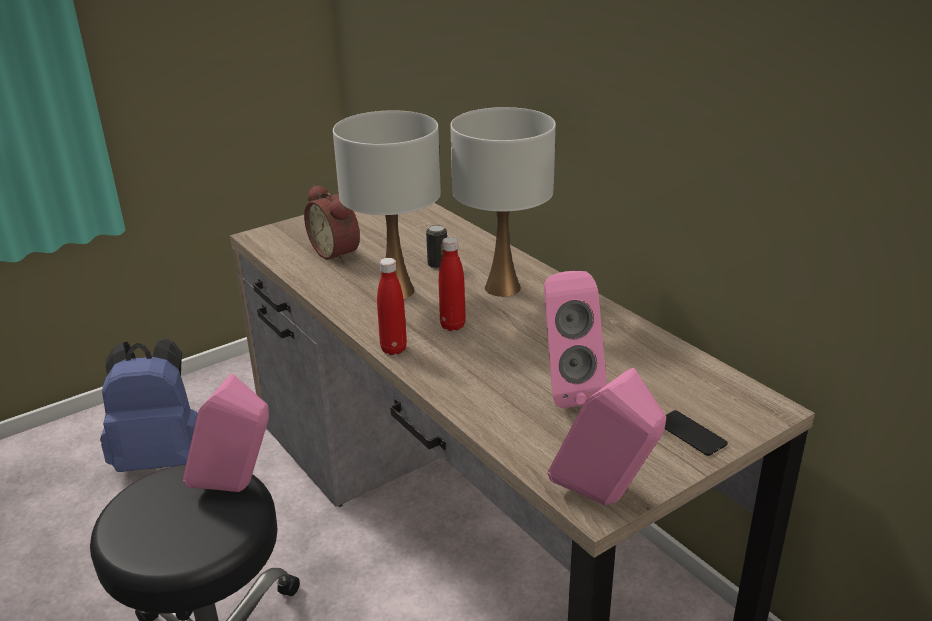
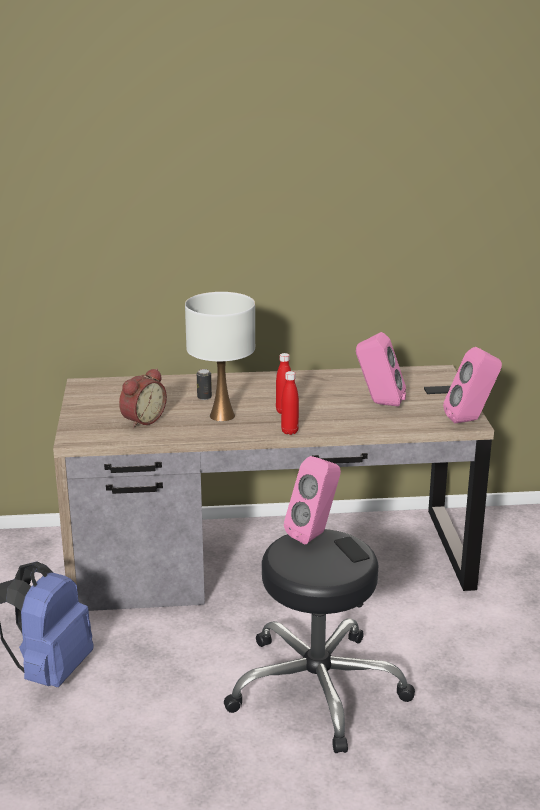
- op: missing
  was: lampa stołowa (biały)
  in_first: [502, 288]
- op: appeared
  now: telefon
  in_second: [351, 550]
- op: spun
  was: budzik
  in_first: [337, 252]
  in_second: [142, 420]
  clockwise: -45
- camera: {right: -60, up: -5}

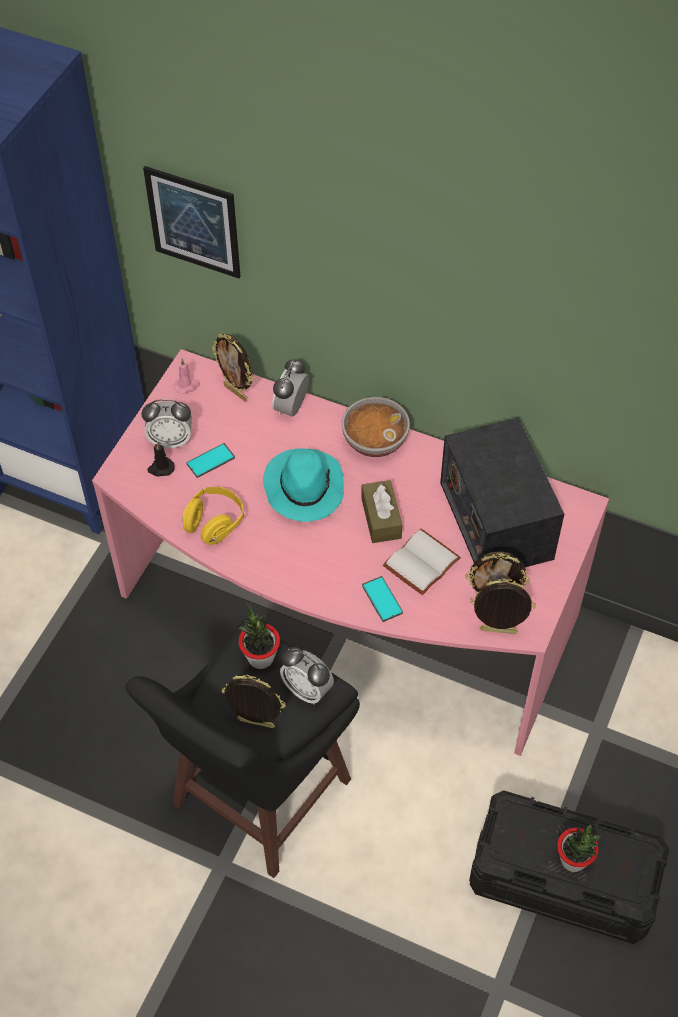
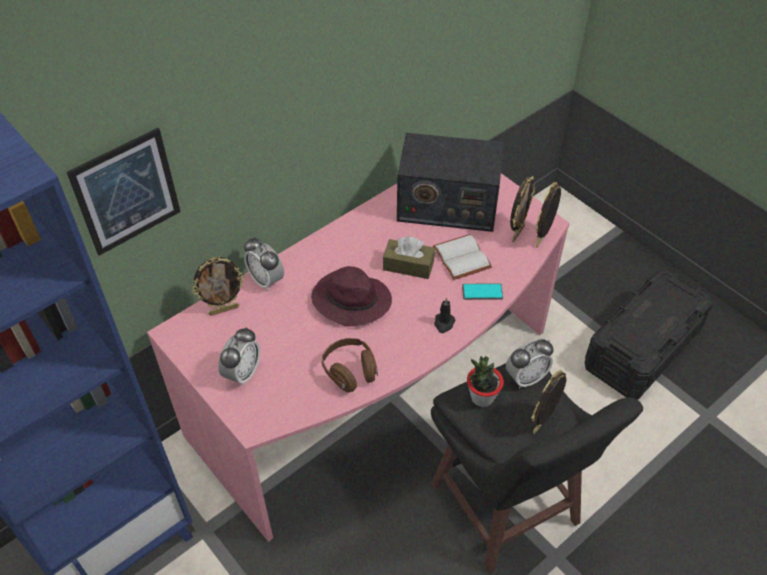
- op: missing
  was: świeca (różowy)
  in_first: [187, 385]
- op: missing
  was: telefon
  in_first: [210, 460]
- op: missing
  was: miska
  in_first: [374, 440]
- op: missing
  was: roślina doniczkowa
  in_first: [573, 860]
- op: relocated
  was: świeca (czarny)
  in_first: [161, 468]
  in_second: [444, 323]
- op: colour
  was: słuchawki (żółty)
  now: słuchawki (brązowy)
  in_first: [214, 523]
  in_second: [350, 372]
- op: colour
  was: kapelusz (turkusowy)
  now: kapelusz (fioletowy)
  in_first: [303, 487]
  in_second: [350, 301]
- camera: {right: -65, up: -5}

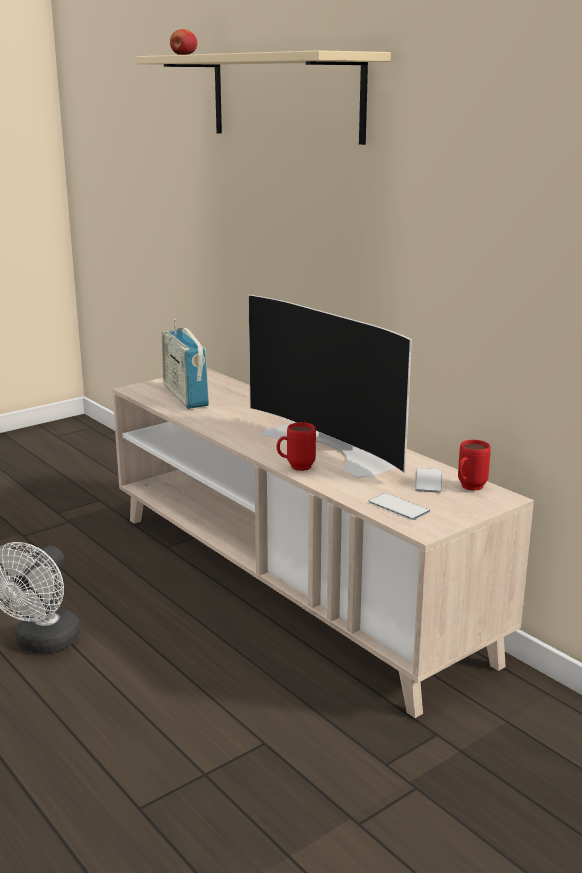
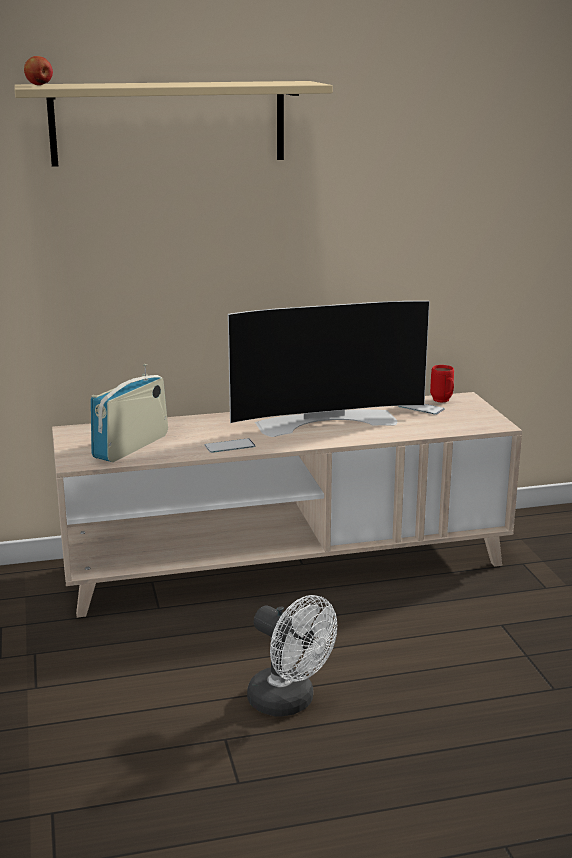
- op: missing
  was: kubek (czerwony)
  in_first: [295, 468]
- op: relocated
  was: telefon
  in_first: [398, 507]
  in_second: [230, 446]
- op: spun
  was: radio
  in_first: [185, 396]
  in_second: [131, 446]
  clockwise: 120
- camera: {right: -65, up: 0}

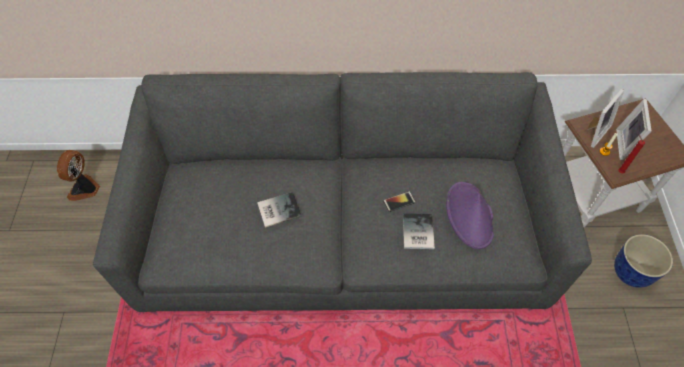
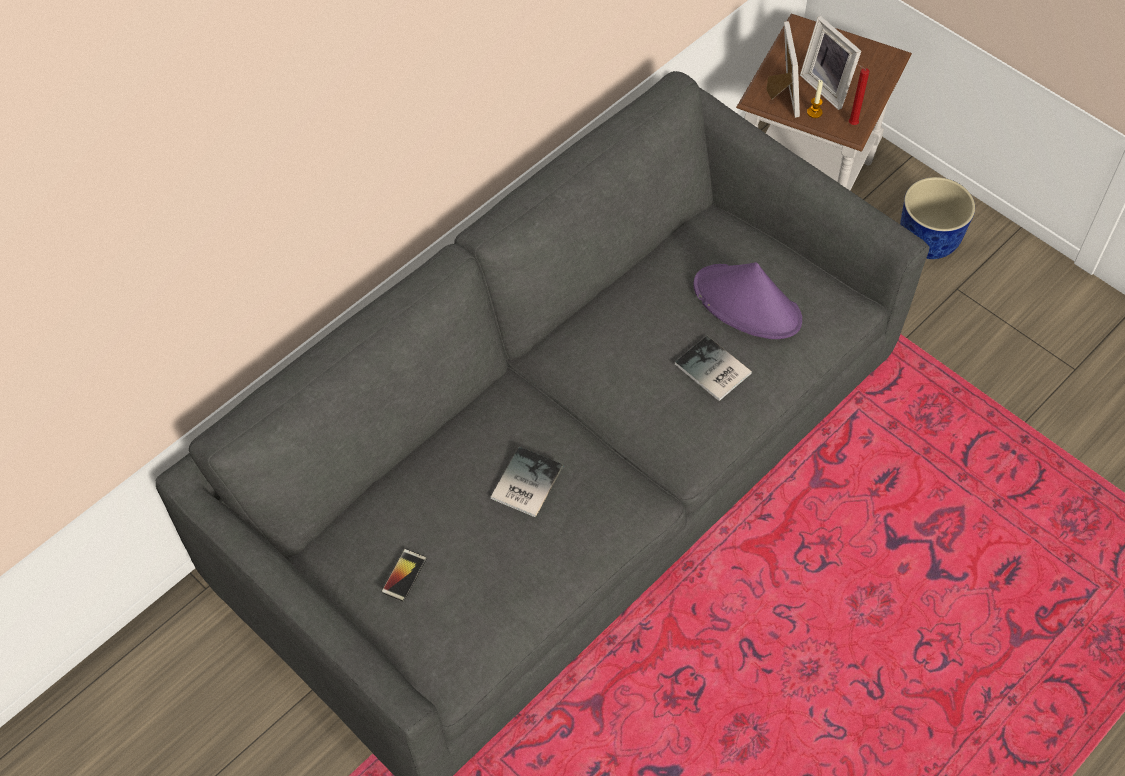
- op: missing
  was: wentylator
  in_first: [85, 189]
- op: relocated
  was: telefon
  in_first: [399, 201]
  in_second: [404, 575]
- camera: {right: -45, up: 0}

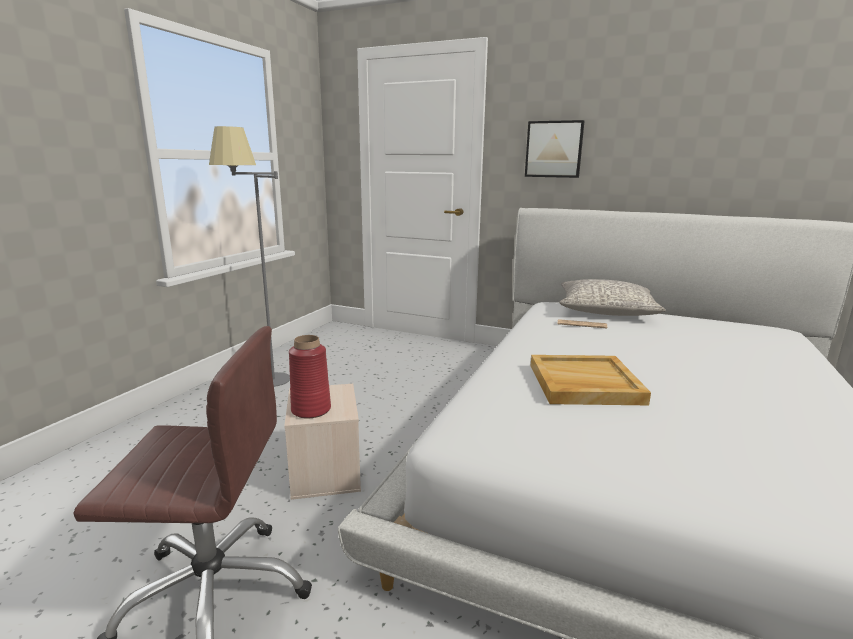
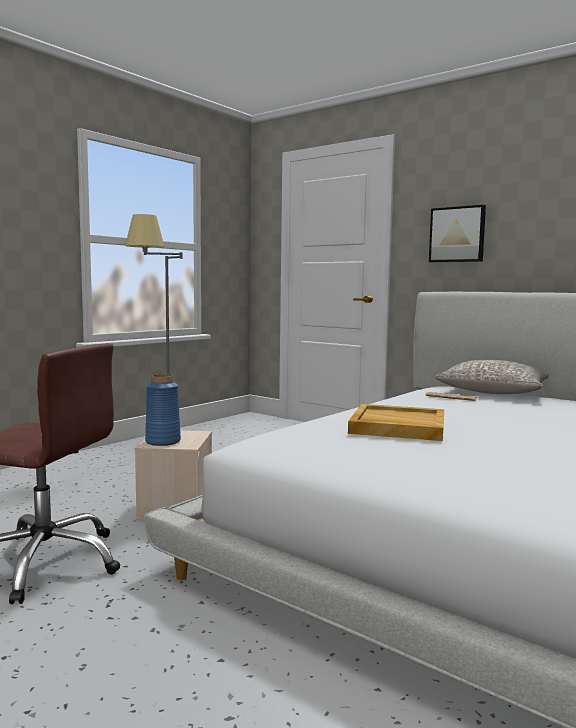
- op: colour
  was: wazon (czerwony)
  now: wazon (niebieski)
  in_first: [310, 410]
  in_second: [162, 441]
- camera: {right: 15, up: -10}

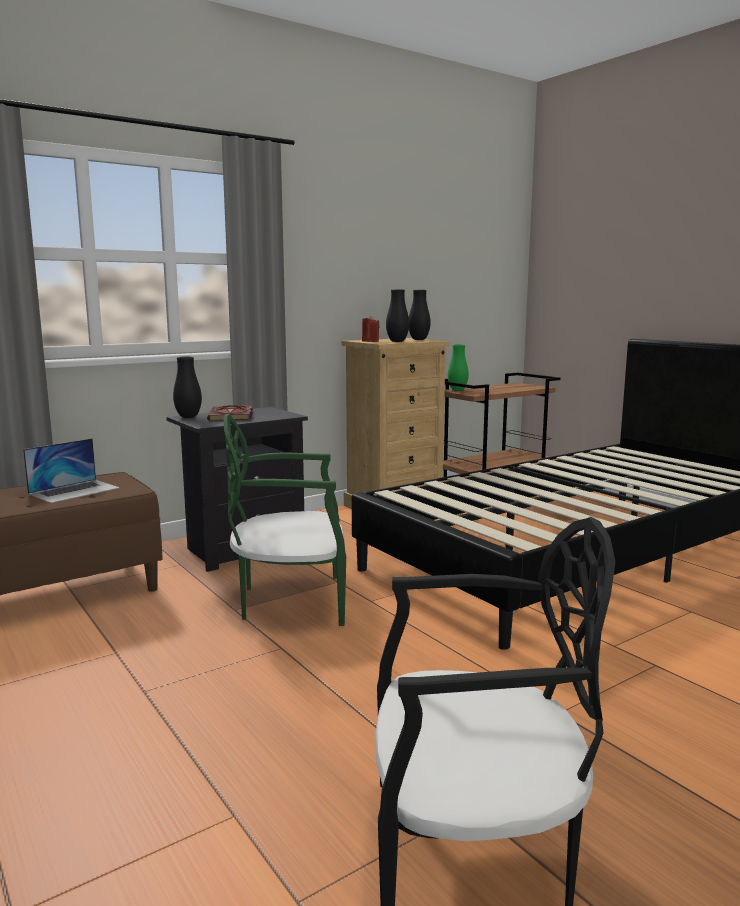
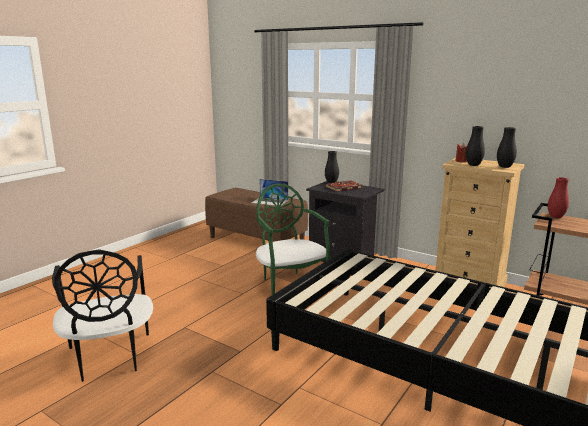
- op: colour
  was: wazon (zielony)
  now: wazon (czerwony)
  in_first: [457, 390]
  in_second: [555, 217]
- camera: {right: 70, up: 5}

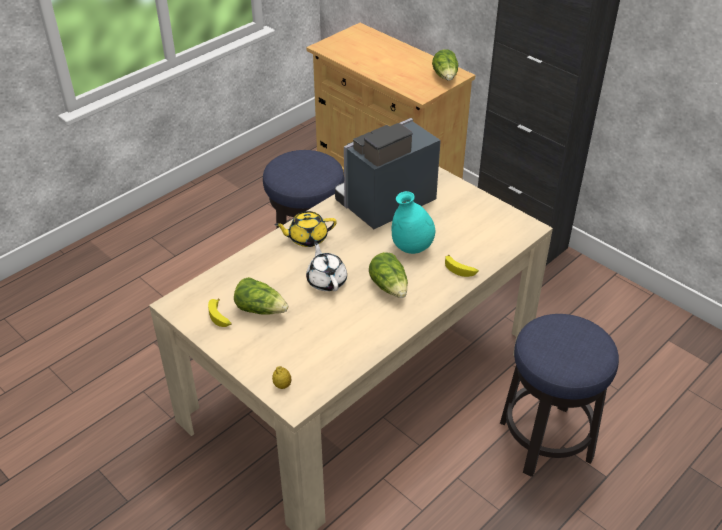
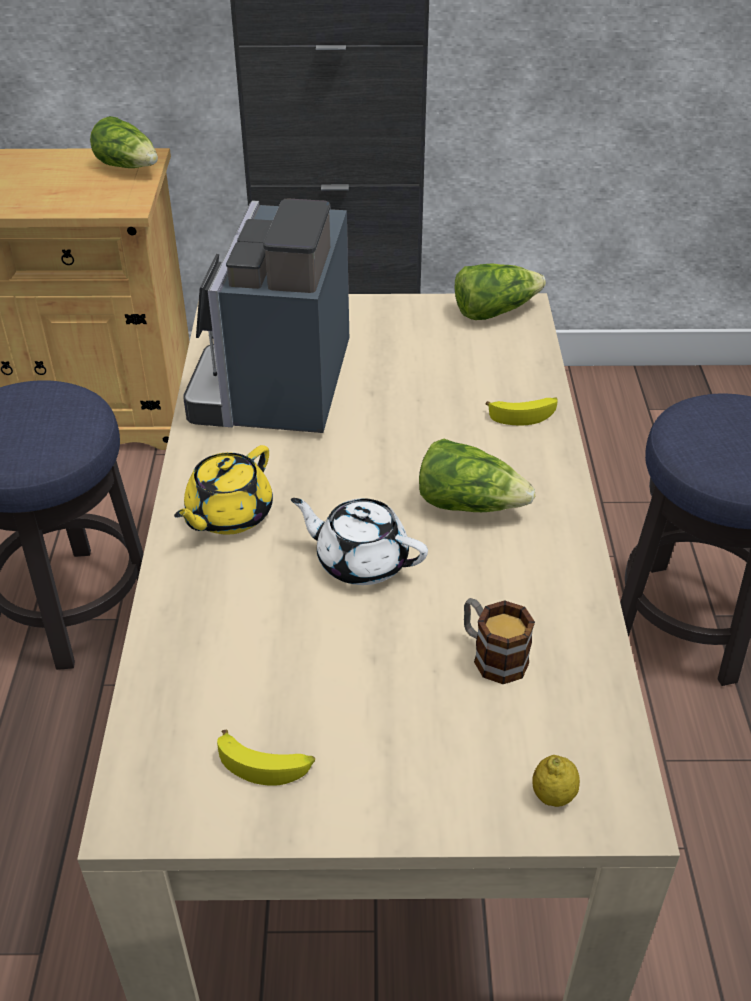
- op: missing
  was: wazon (turkusowy)
  in_first: [412, 248]
- op: appeared
  now: kubek
  in_second: [492, 655]
- op: relocated
  was: sałata
  in_first: [261, 309]
  in_second: [494, 311]
- camera: {right: -45, up: 0}

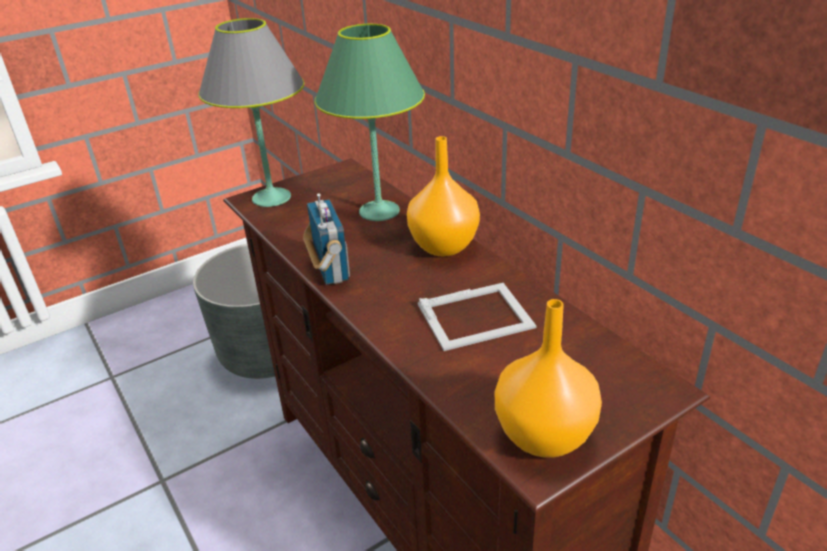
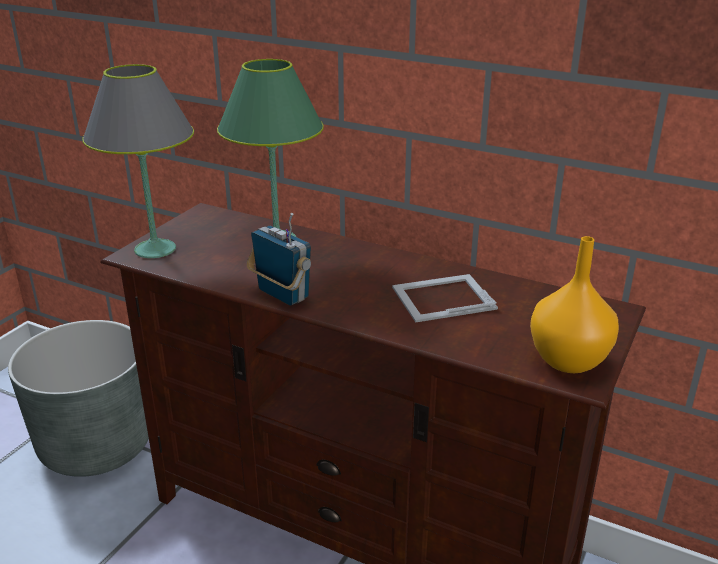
- op: missing
  was: wazon (pomarańczowy)
  in_first: [444, 245]
- op: spun
  was: ramka na zdjęcie
  in_first: [477, 316]
  in_second: [442, 297]
  clockwise: -150
- camera: {right: -30, up: -5}

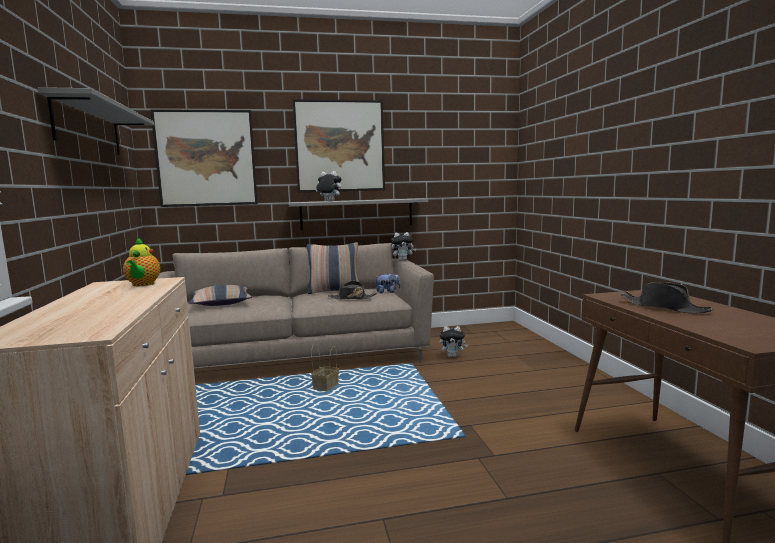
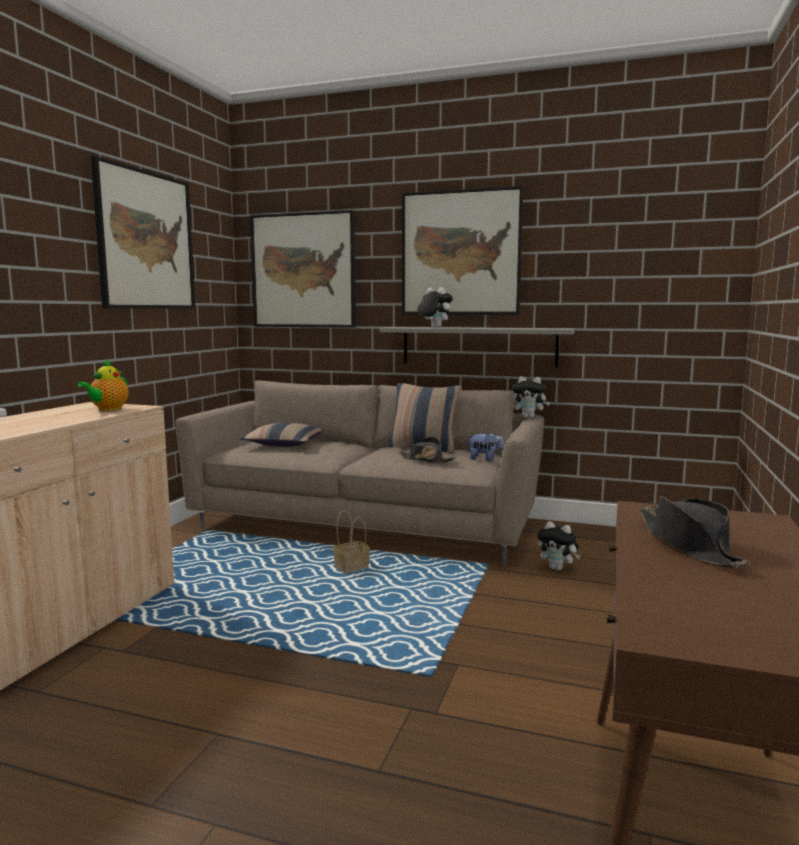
- op: exchanged
  was: półka (szary)
  now: obraz
  in_first: [88, 128]
  in_second: [145, 240]
- camera: {right: 30, up: 0}

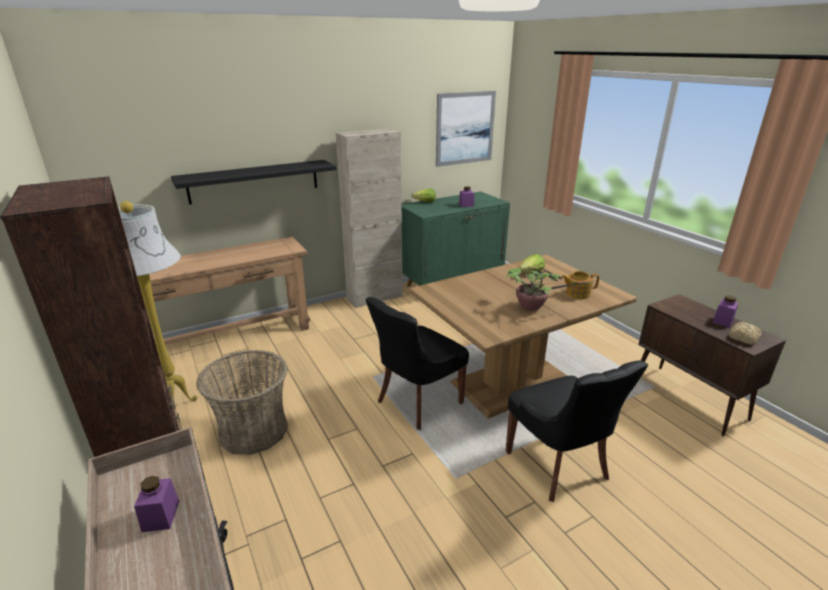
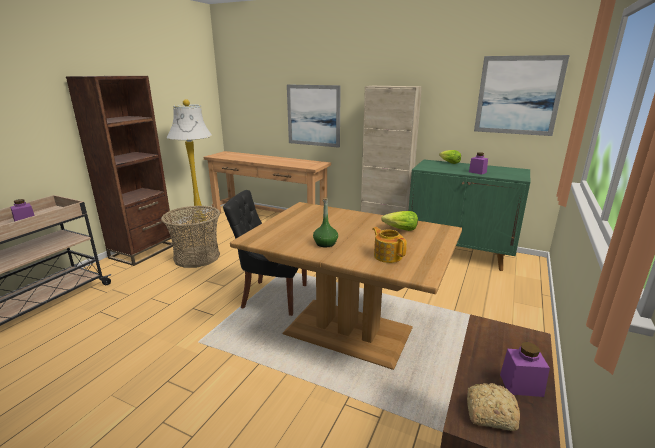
- op: missing
  was: krzesło (czarny)
  in_first: [559, 466]
- op: exchanged
  was: półka (czarny)
  now: obraz
  in_first: [254, 181]
  in_second: [313, 115]
- op: exchanged
  was: roślina doniczkowa
  now: butelka (zielony)
  in_first: [532, 307]
  in_second: [325, 243]
- camera: {right: 55, up: -5}

